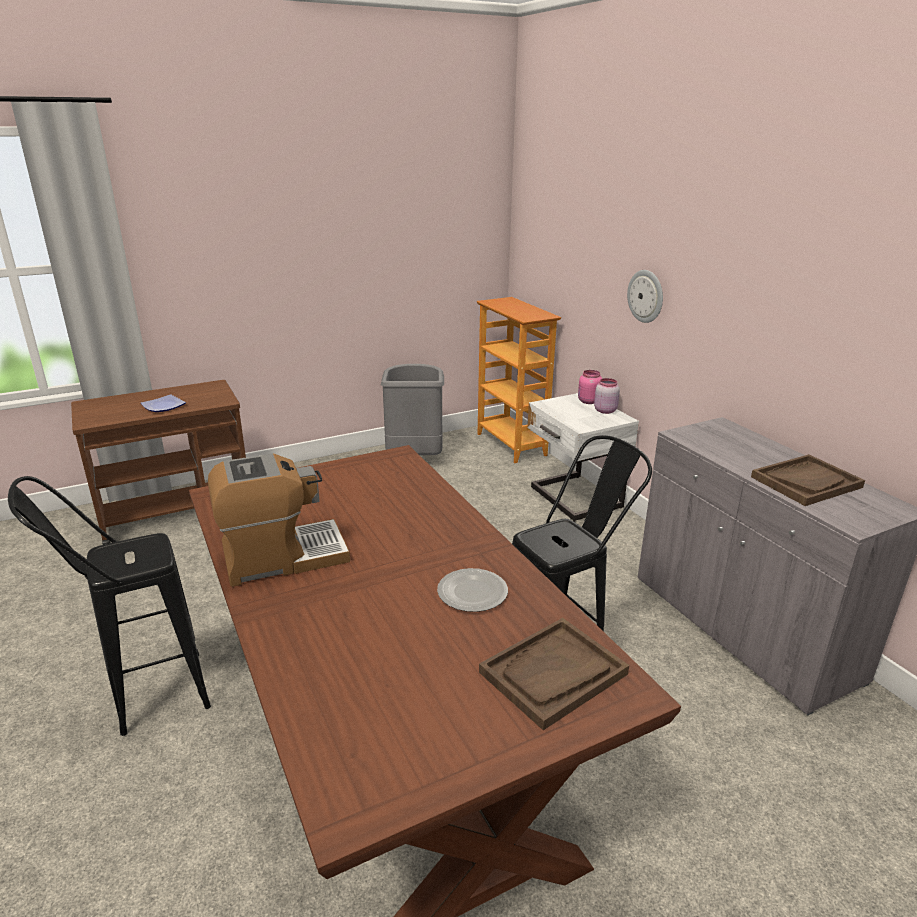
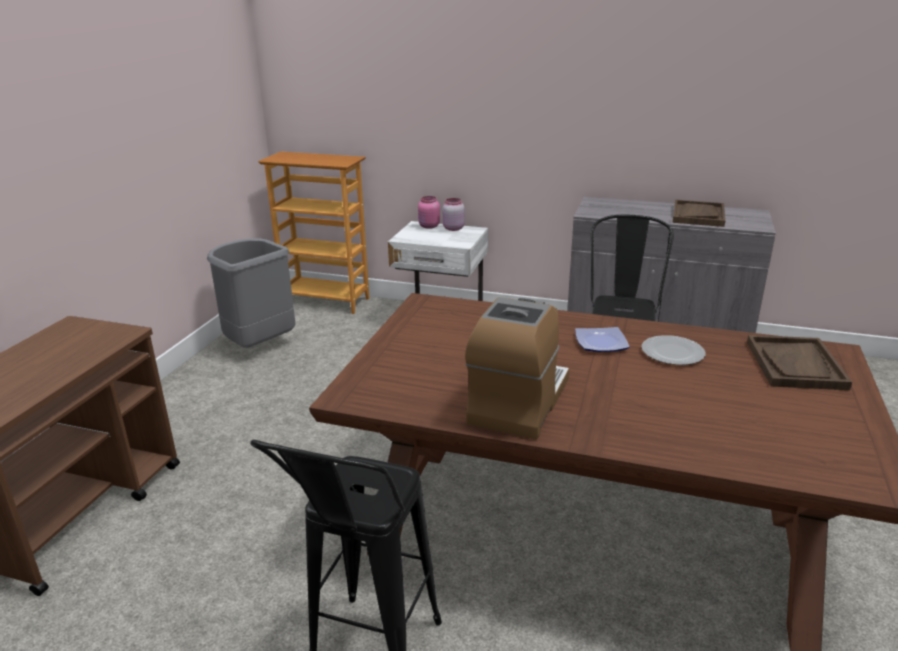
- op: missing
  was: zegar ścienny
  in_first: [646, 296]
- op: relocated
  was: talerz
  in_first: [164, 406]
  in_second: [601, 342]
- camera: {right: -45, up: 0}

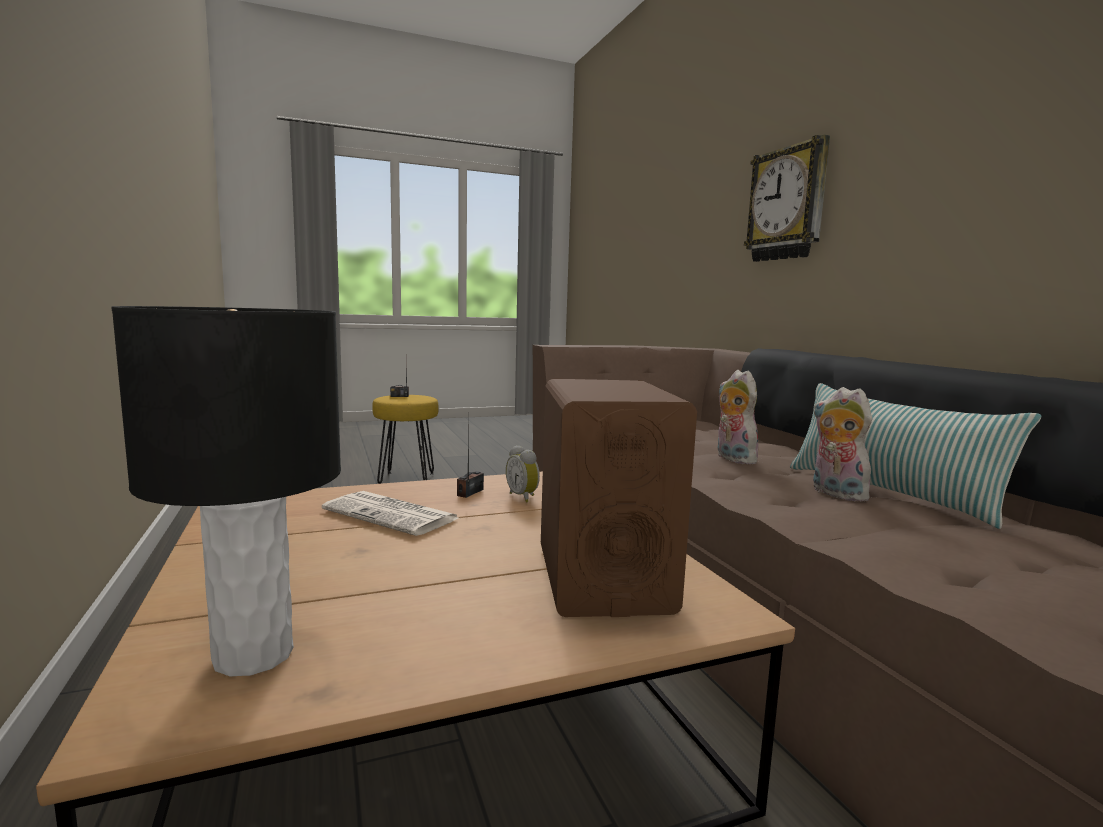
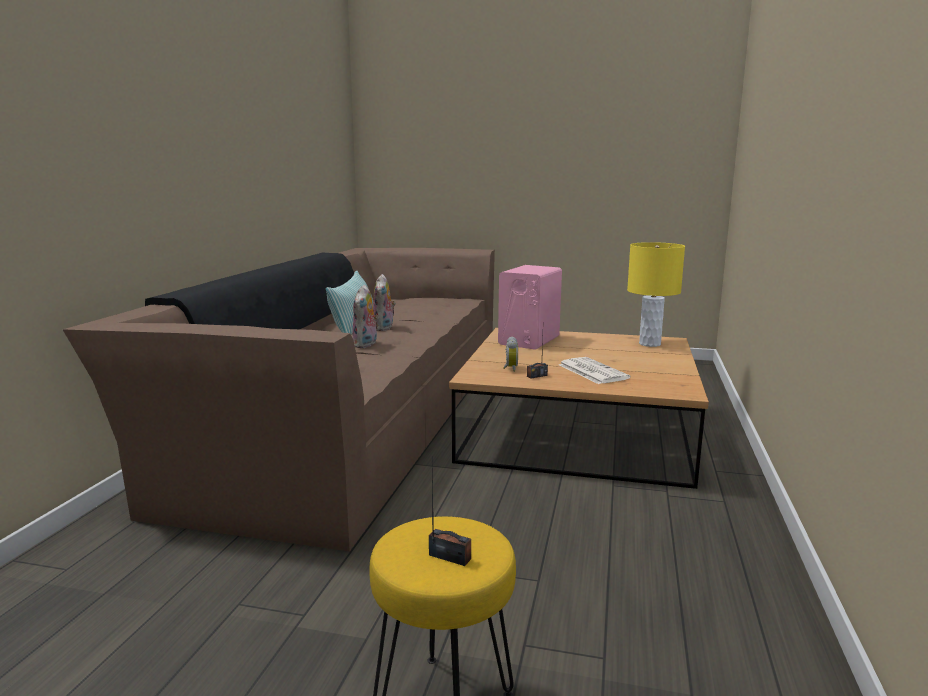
- op: missing
  was: zegar ścienny
  in_first: [787, 204]
- op: colour
  was: lampa stołowa (czarny)
  now: lampa stołowa (żółty)
  in_first: [252, 655]
  in_second: [650, 344]
- op: colour
  was: głośnik (brązowy)
  now: głośnik (różowy)
  in_first: [602, 577]
  in_second: [529, 341]
- camera: {right: -145, up: 5}

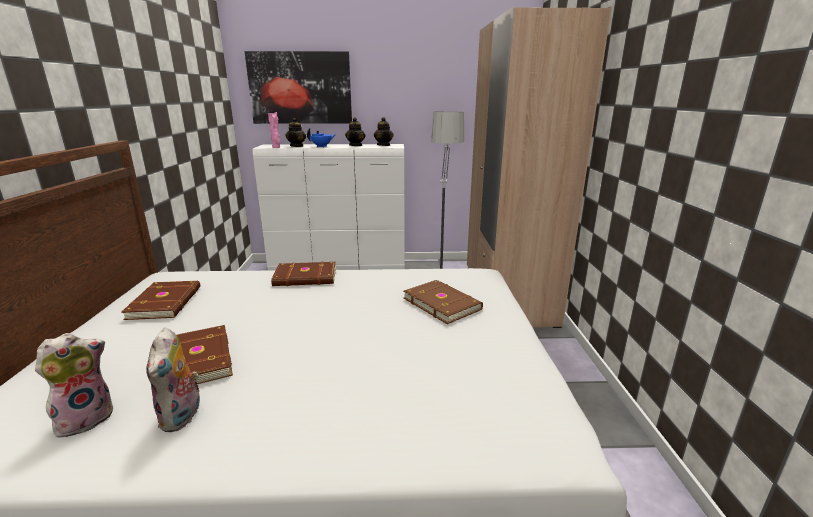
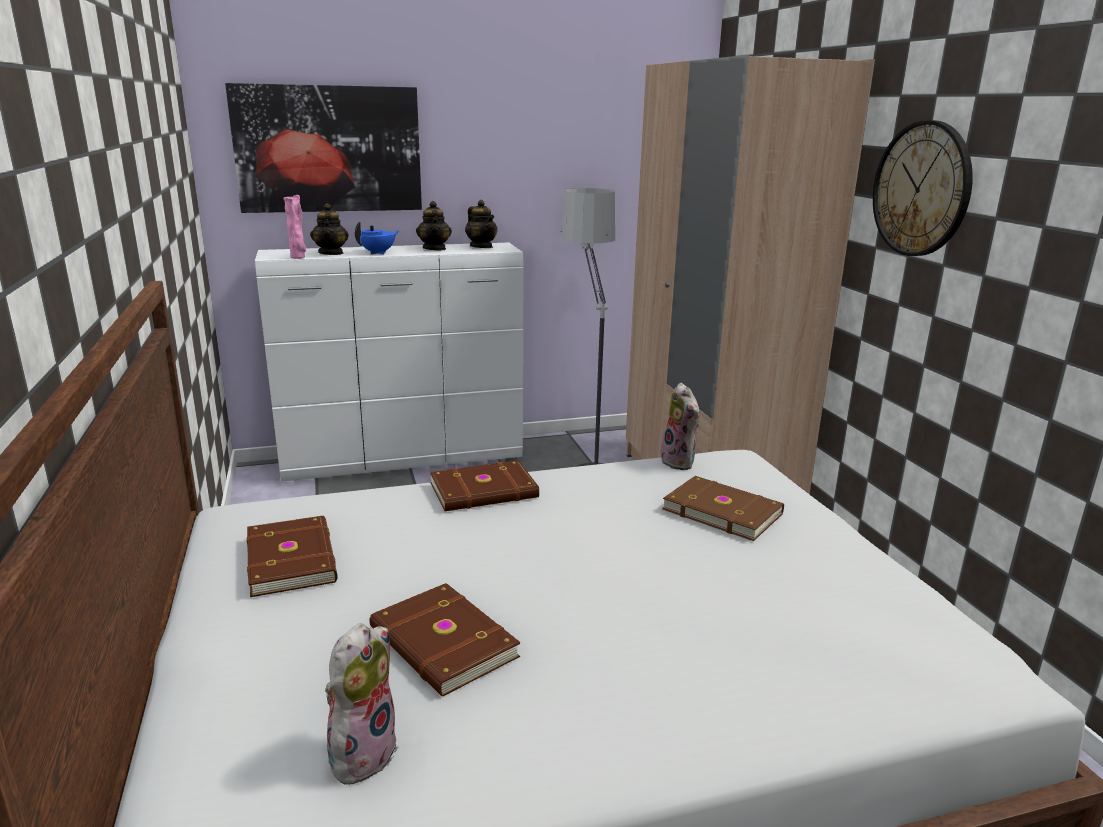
- op: appeared
  now: zegar ścienny
  in_second: [921, 189]
- op: relocated
  was: pluszak
  in_first: [183, 416]
  in_second: [680, 462]
- camera: {right: -15, up: 0}

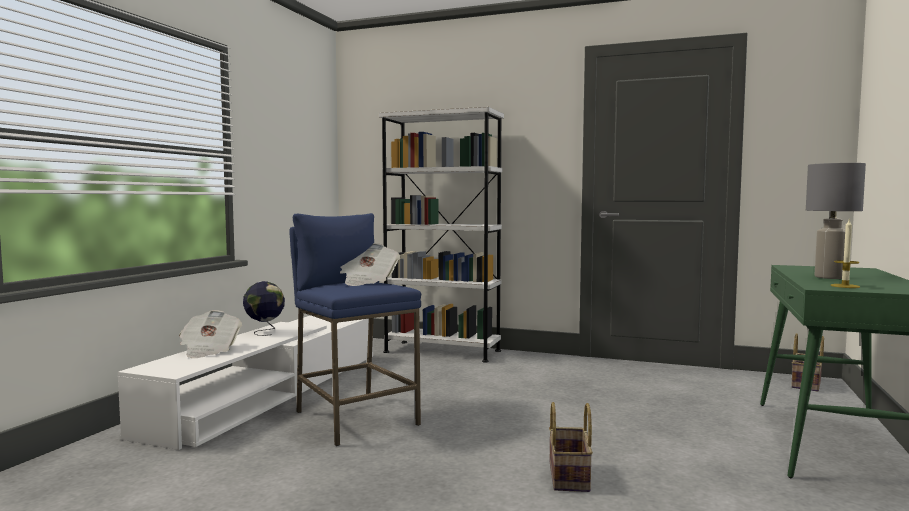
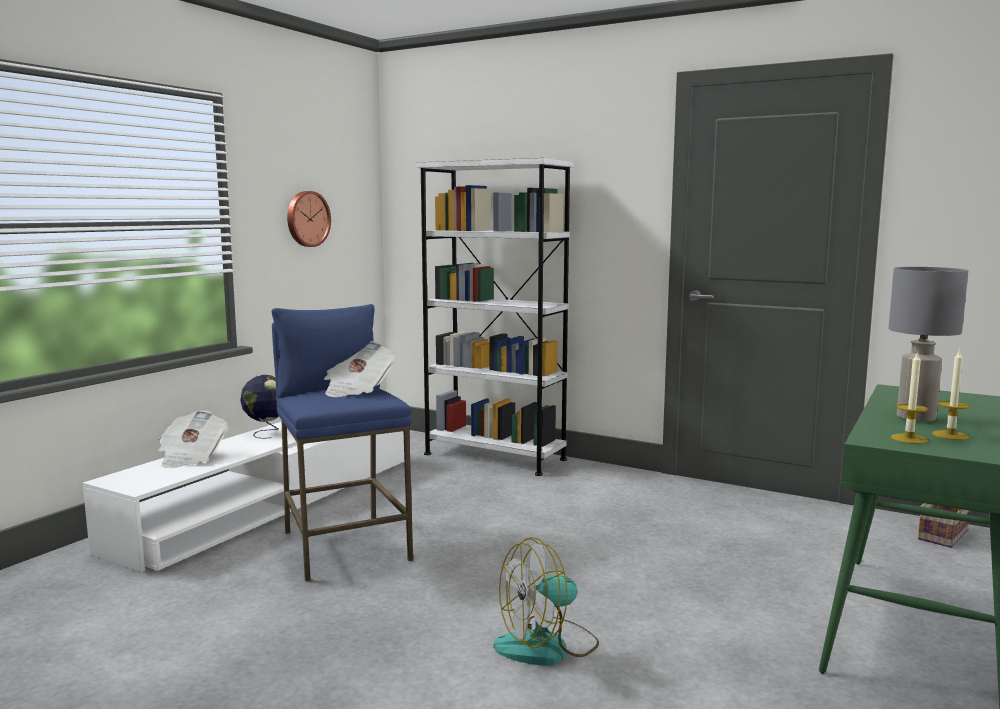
- op: appeared
  now: zegar ścienny
  in_second: [307, 219]
- op: appeared
  now: świeca
  in_second: [950, 435]
- op: exchanged
  was: koszyk
  now: wentylator
  in_first: [570, 477]
  in_second: [547, 646]
- camera: {right: 10, up: 5}

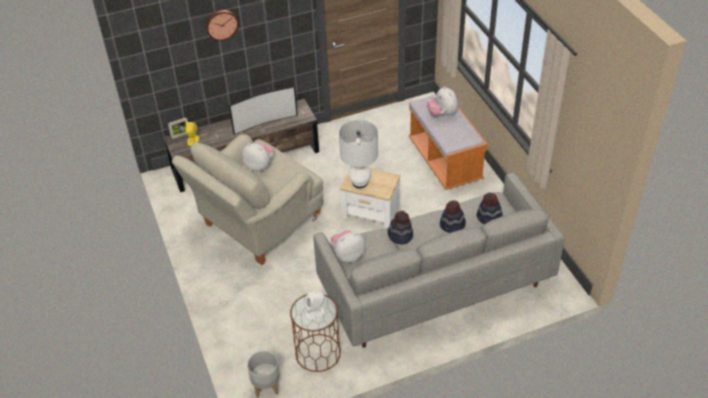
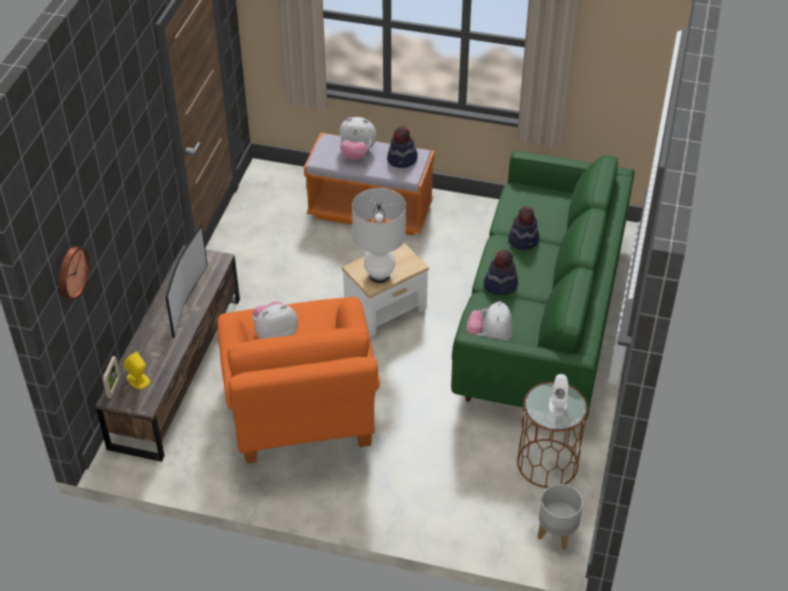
- op: relocated
  was: zegar ścienny
  in_first: [221, 24]
  in_second: [71, 272]
- op: relocated
  was: kapelusz
  in_first: [489, 218]
  in_second: [402, 159]
- op: colour
  was: fotel (beżowy)
  now: fotel (pomarańczowy)
  in_first: [257, 225]
  in_second: [301, 416]
- op: colour
  was: kanapa (szary)
  now: kanapa (zielony)
  in_first: [433, 287]
  in_second: [540, 322]
- camera: {right: -55, up: 0}

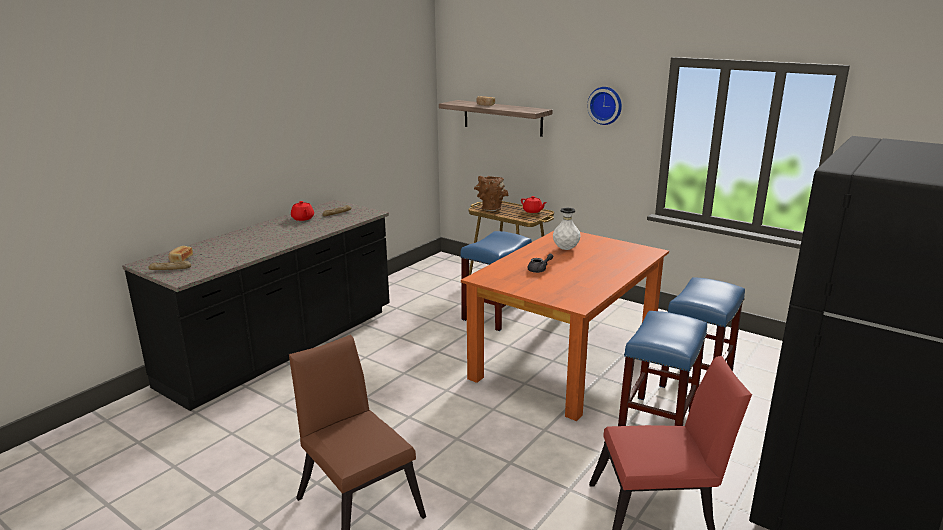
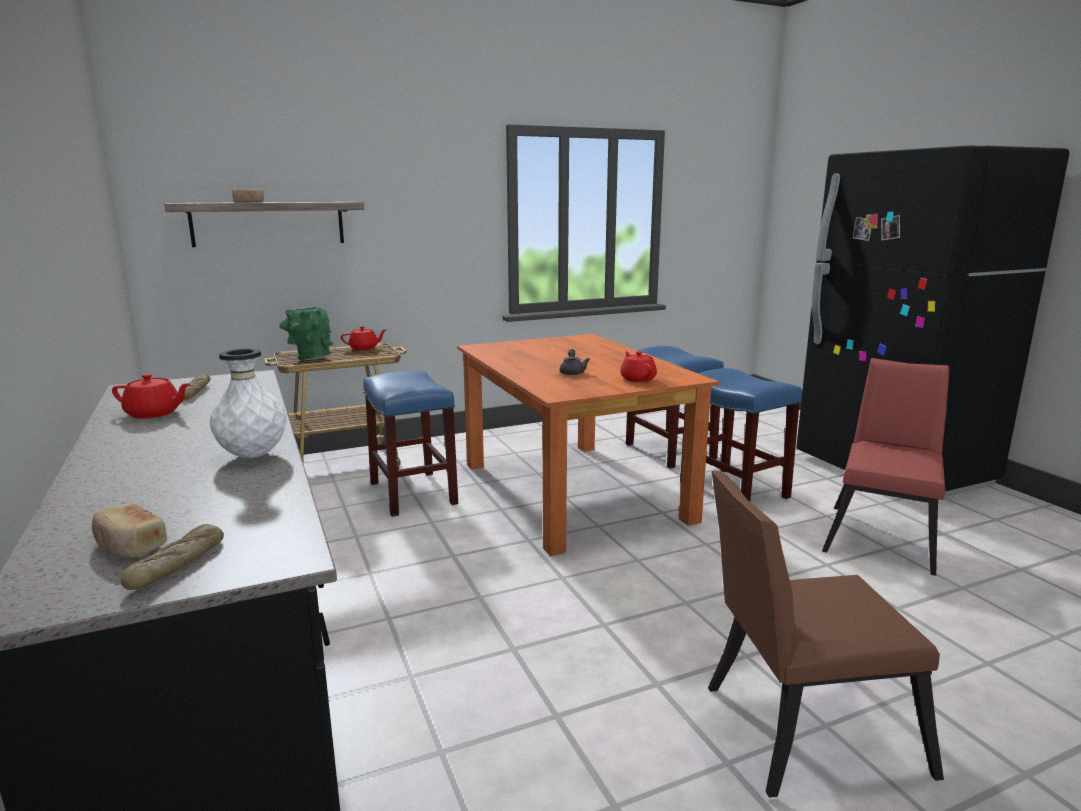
- op: missing
  was: zegar ścienny
  in_first: [605, 105]
- op: appeared
  now: imbryk (czerwony)
  in_second: [637, 379]
- op: relocated
  was: wazon (biały)
  in_first: [565, 249]
  in_second: [253, 456]
- op: colour
  was: wazon (brązowy)
  now: wazon (zielony)
  in_first: [490, 209]
  in_second: [310, 359]
- camera: {right: -60, up: -5}

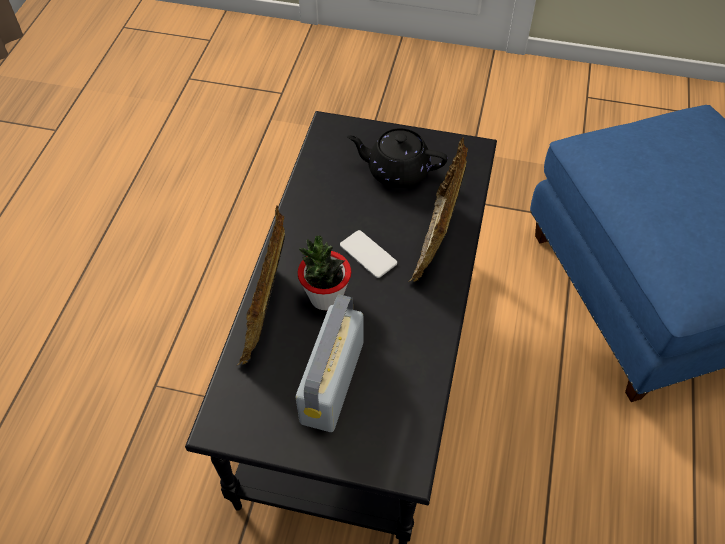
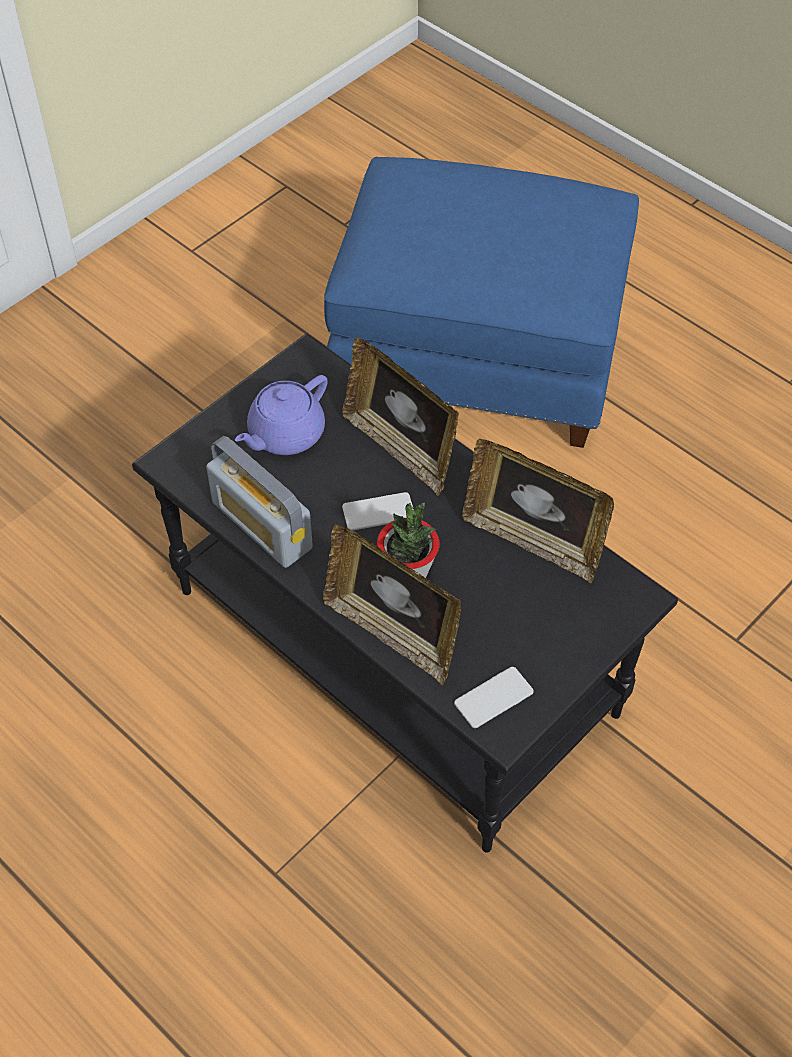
- op: appeared
  now: telefon
  in_second: [493, 698]
- op: appeared
  now: ramka na zdjęcie
  in_second: [533, 540]
- op: relocated
  was: radio
  in_first: [332, 382]
  in_second: [262, 525]
- op: colour
  was: imbryk (czarny)
  now: imbryk (fioletowy)
  in_first: [396, 171]
  in_second: [285, 434]
- camera: {right: -60, up: 0}

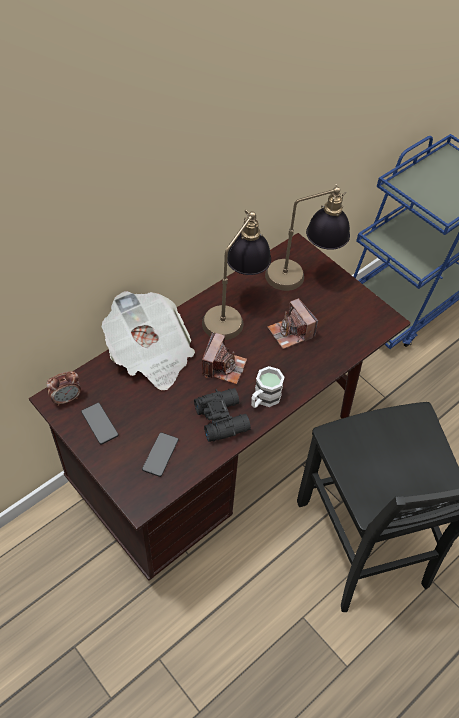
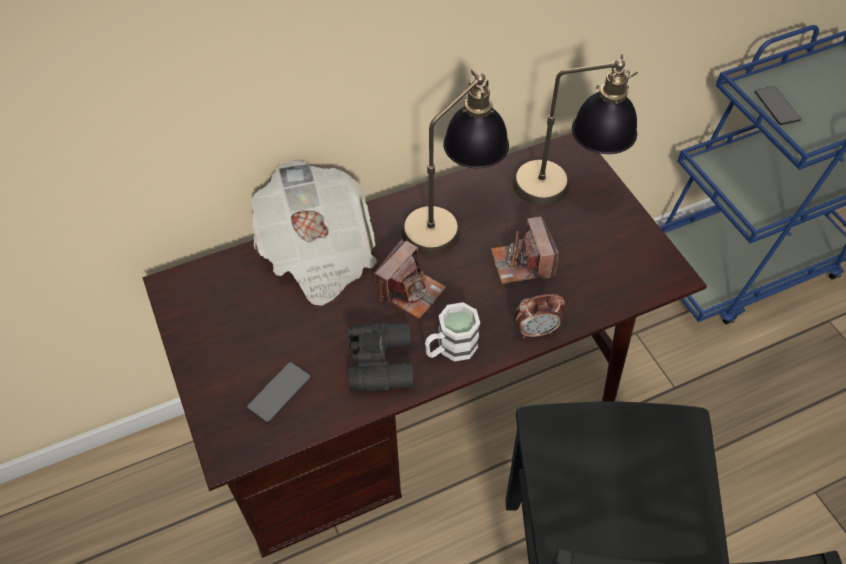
- op: relocated
  was: budzik
  in_first: [66, 398]
  in_second: [536, 330]
- op: relocated
  was: telefon
  in_first: [99, 424]
  in_second: [776, 106]
- camera: {right: 20, up: 0}

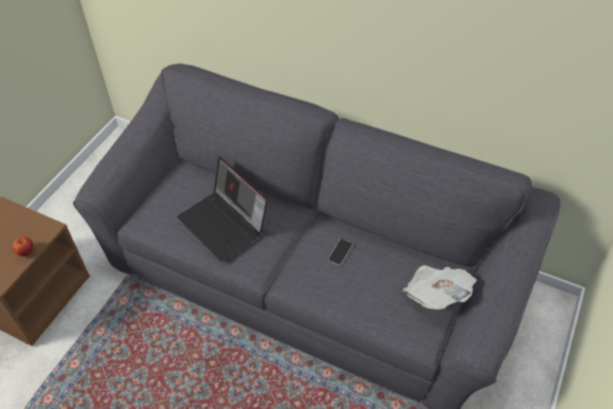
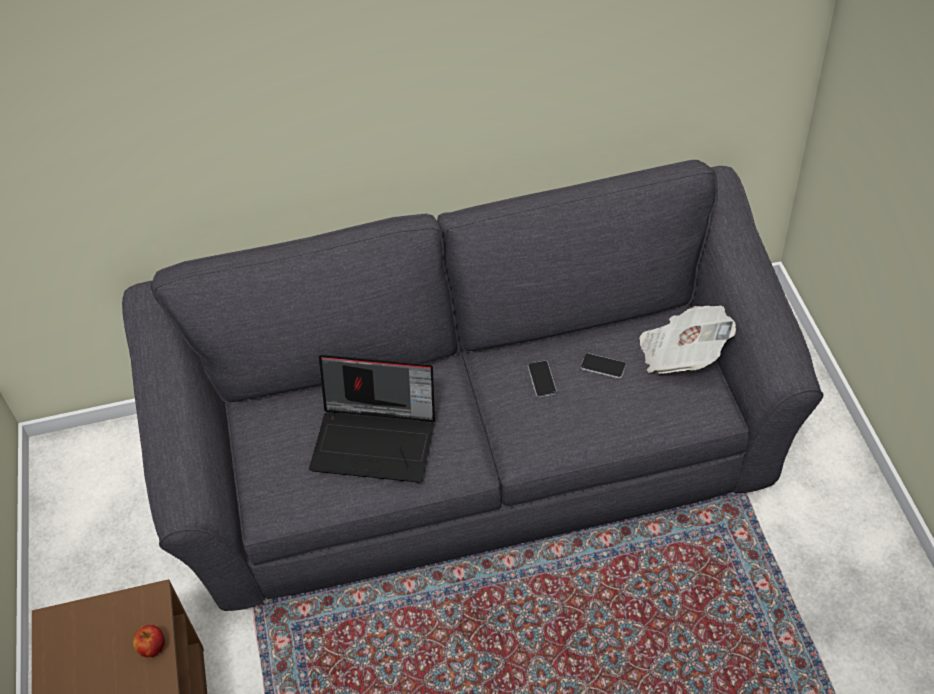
- op: appeared
  now: telefon
  in_second: [603, 366]
- camera: {right: -35, up: 0}

